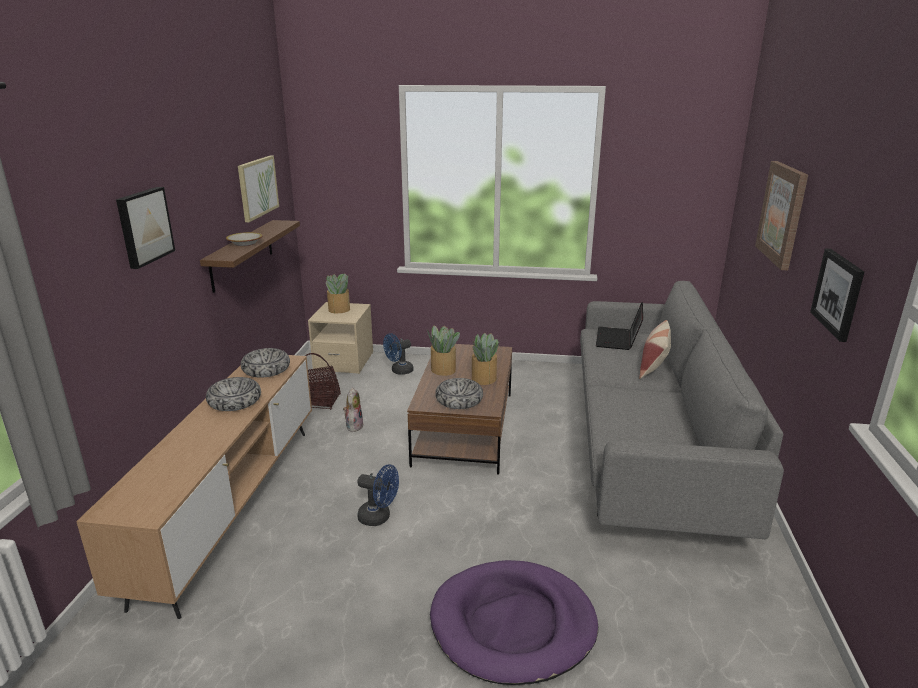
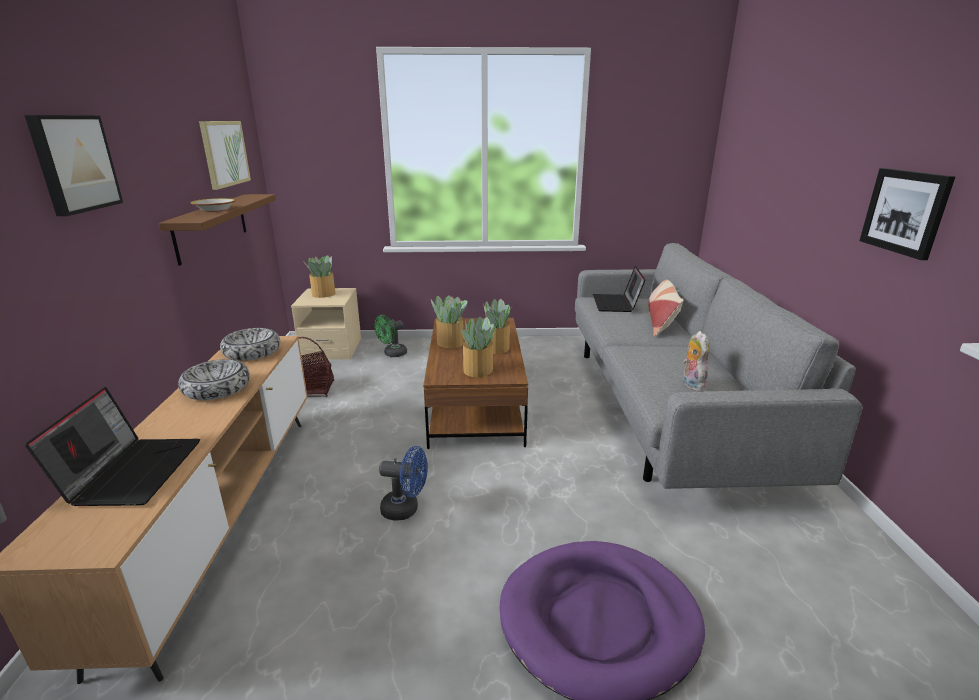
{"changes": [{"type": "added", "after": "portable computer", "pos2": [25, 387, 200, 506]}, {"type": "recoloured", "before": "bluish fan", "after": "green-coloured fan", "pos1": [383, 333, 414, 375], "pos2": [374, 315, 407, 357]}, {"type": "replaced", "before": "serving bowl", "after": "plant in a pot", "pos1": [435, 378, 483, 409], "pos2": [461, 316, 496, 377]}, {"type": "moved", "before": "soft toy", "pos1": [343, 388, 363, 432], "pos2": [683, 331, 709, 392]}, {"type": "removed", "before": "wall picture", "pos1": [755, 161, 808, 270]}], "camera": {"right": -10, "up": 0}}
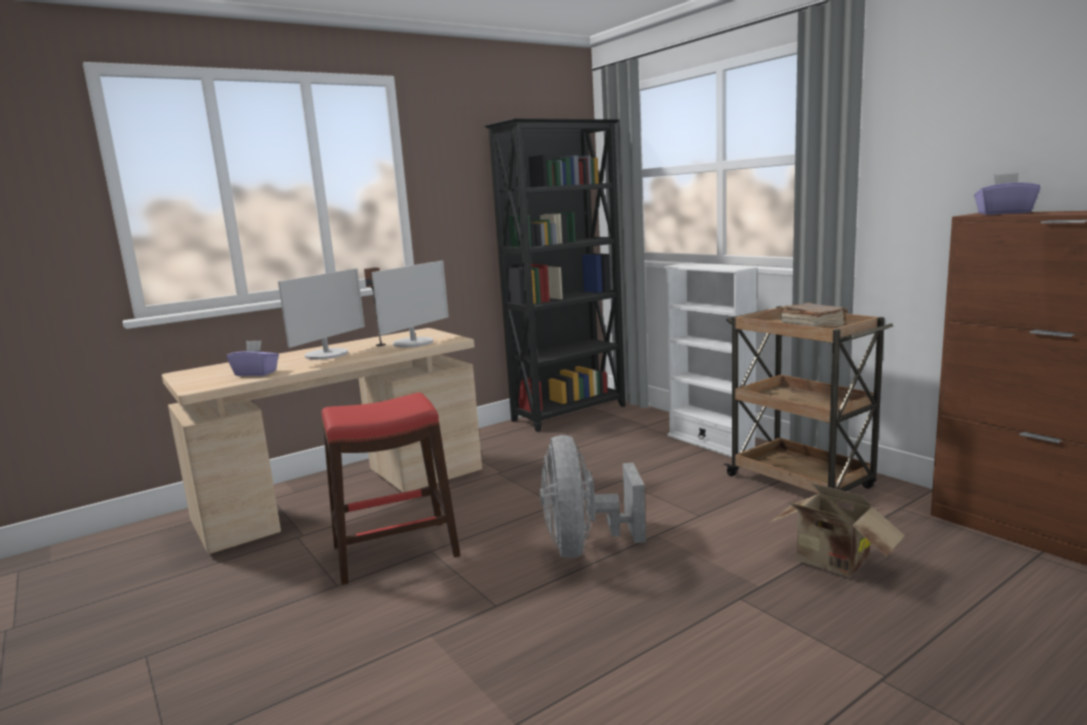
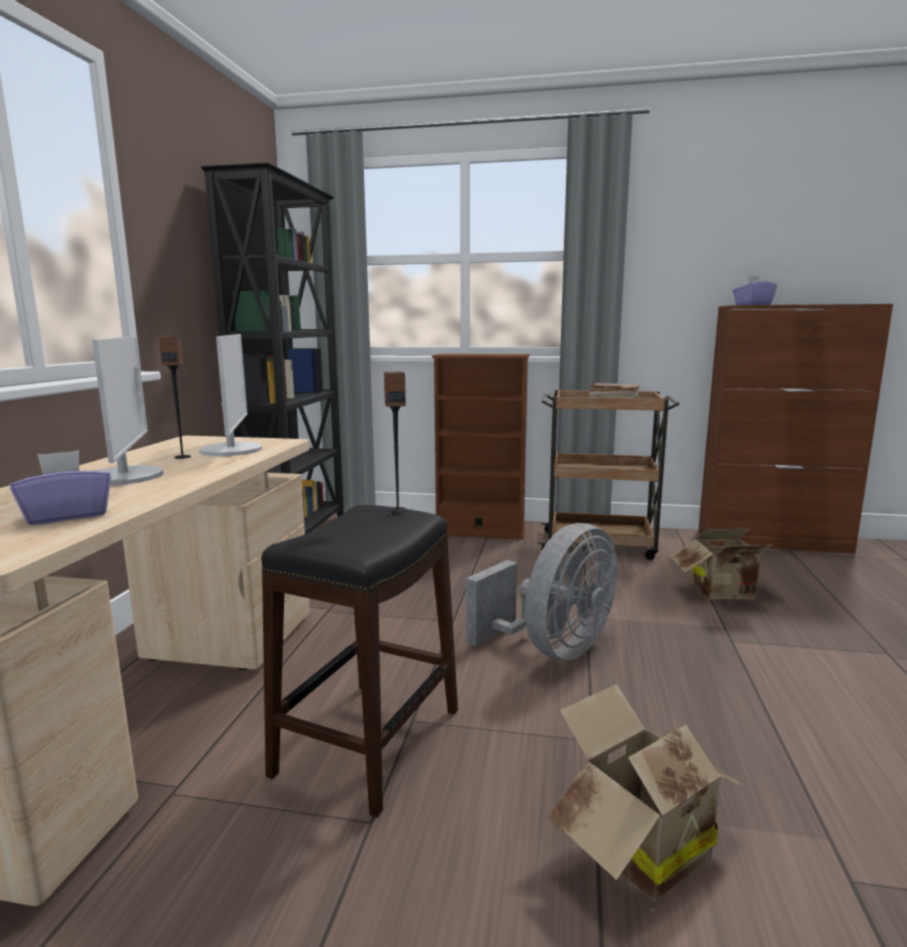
{"changes": [{"type": "recoloured", "before": "red stool seat", "after": "blackish stool seat", "pos1": [321, 393, 460, 585], "pos2": [261, 505, 458, 817]}, {"type": "added", "after": "audio speaker", "pos2": [384, 371, 407, 513]}, {"type": "recoloured", "before": "whitish bookcase", "after": "brown bookcase", "pos1": [664, 263, 758, 457], "pos2": [432, 354, 530, 539]}, {"type": "turned", "before": "grey fan", "pos1": [540, 435, 646, 558], "pos2": [466, 523, 618, 660], "turn": -90}, {"type": "added", "after": "cardboard box", "pos2": [547, 684, 745, 901]}], "camera": {"right": -45, "up": 0}}
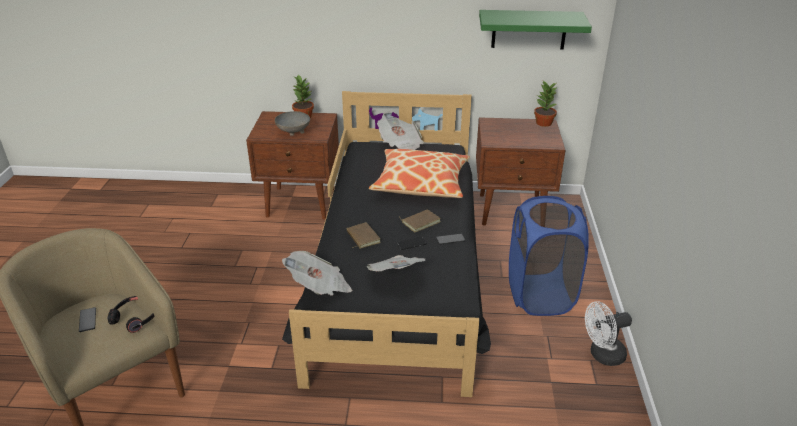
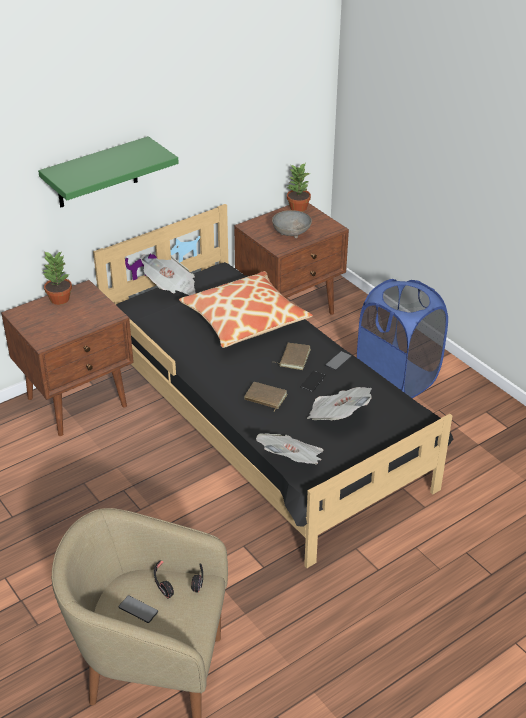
{"changes": [{"type": "moved", "before": "green-coloured bracket shelf", "pos1": [479, 10, 592, 49], "pos2": [38, 136, 179, 207]}, {"type": "moved", "before": "grey serving bowl", "pos1": [275, 111, 310, 136], "pos2": [272, 210, 312, 238]}, {"type": "removed", "before": "whitish fan", "pos1": [585, 301, 632, 366]}], "camera": {"right": -40, "up": 5}}
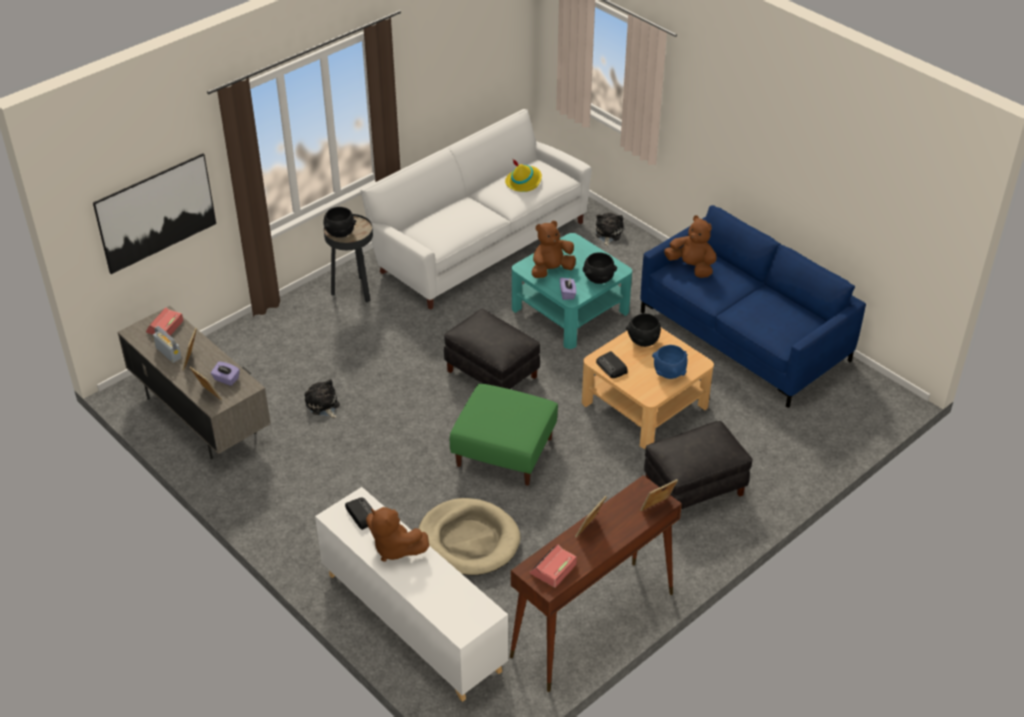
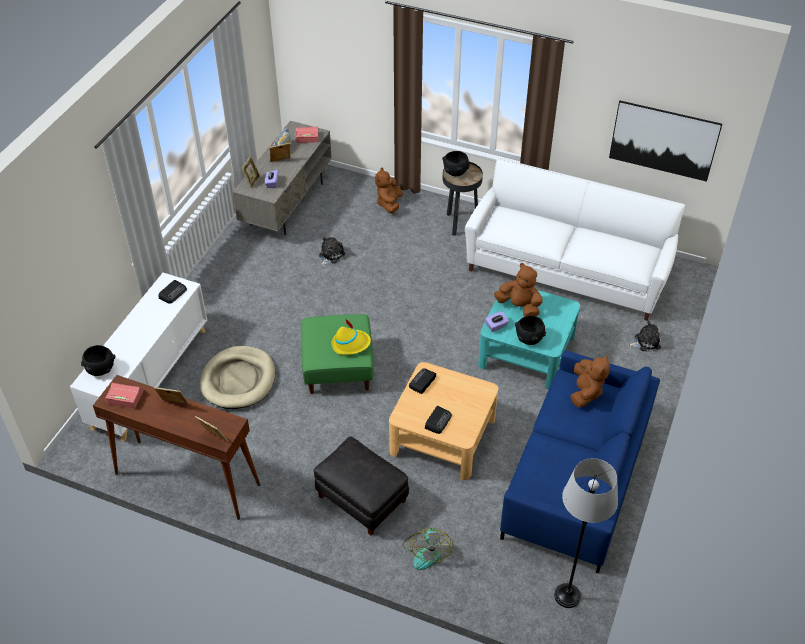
{"changes": [{"type": "moved", "before": "blackish serving bowl", "pos1": [626, 314, 661, 347], "pos2": [81, 345, 116, 376]}, {"type": "moved", "before": "yellow hat", "pos1": [505, 159, 542, 192], "pos2": [331, 318, 371, 355]}, {"type": "moved", "before": "brown soft toy", "pos1": [366, 507, 429, 562], "pos2": [375, 168, 403, 213]}, {"type": "added", "after": "fan", "pos2": [403, 528, 453, 570]}, {"type": "replaced", "before": "bluish serving bowl", "after": "radio", "pos1": [652, 345, 688, 379], "pos2": [425, 406, 452, 434]}, {"type": "added", "after": "grey standard lamp", "pos2": [554, 458, 618, 608]}, {"type": "moved", "before": "wall picture", "pos1": [93, 154, 216, 274], "pos2": [609, 100, 722, 182]}, {"type": "removed", "before": "blackish ottoman", "pos1": [444, 309, 540, 389]}], "camera": {"right": 65, "up": 5}}
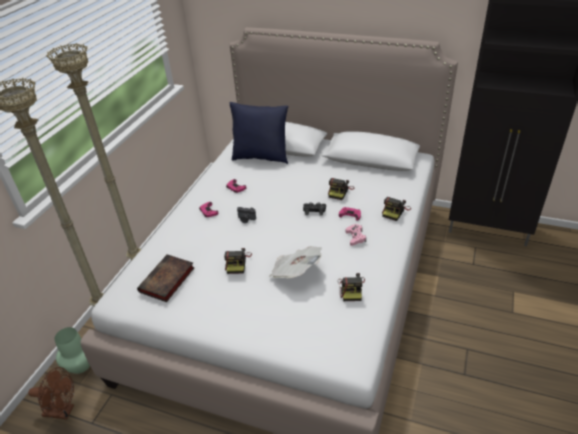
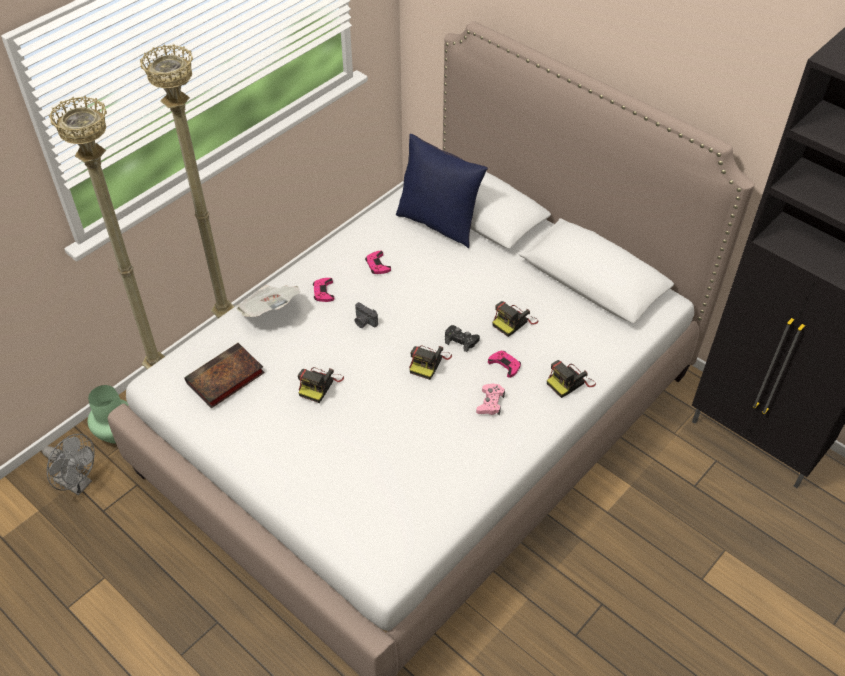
{"changes": [{"type": "recoloured", "before": "brown fan", "after": "grey fan", "pos1": [28, 367, 74, 419], "pos2": [42, 434, 95, 495]}, {"type": "moved", "before": "daily paper", "pos1": [269, 246, 322, 278], "pos2": [236, 285, 301, 317]}, {"type": "moved", "before": "still camera", "pos1": [338, 273, 365, 301], "pos2": [409, 346, 452, 380]}], "camera": {"right": 20, "up": 10}}
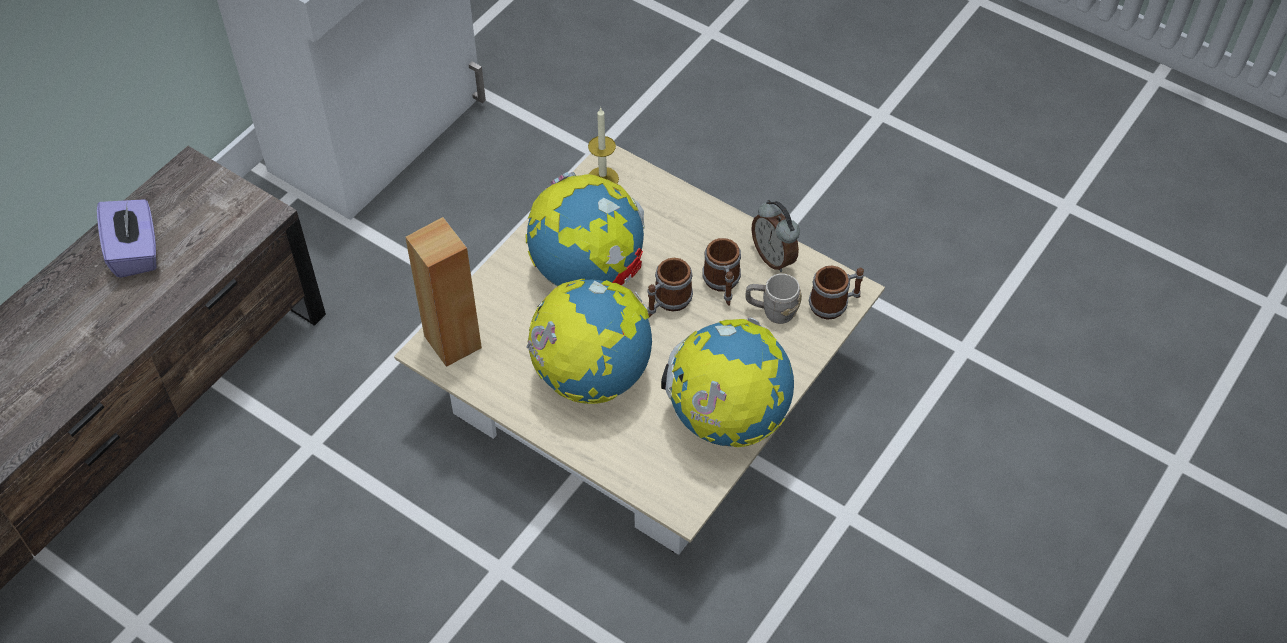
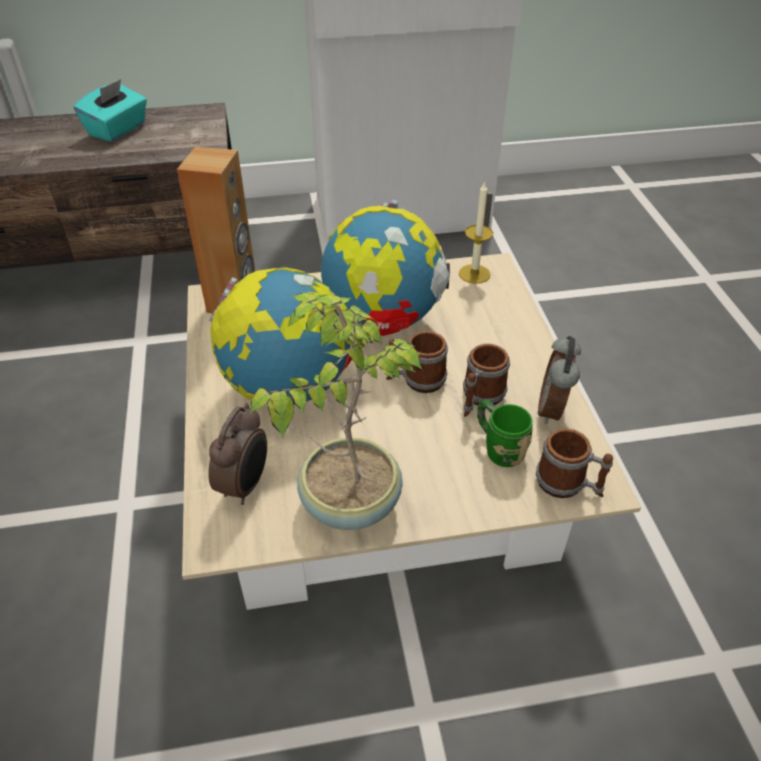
{"changes": [{"type": "recoloured", "before": "purple-coloured tissue box", "after": "turquoise tissue box", "pos1": [97, 199, 157, 278], "pos2": [74, 79, 147, 142]}, {"type": "added", "after": "table clock", "pos2": [208, 403, 267, 505]}, {"type": "replaced", "before": "globe", "after": "plant in a pot", "pos1": [661, 317, 794, 447], "pos2": [250, 293, 423, 530]}, {"type": "recoloured", "before": "grey coffee mug", "after": "green-coloured coffee mug", "pos1": [745, 274, 802, 324], "pos2": [477, 400, 533, 467]}], "camera": {"right": 45, "up": -10}}
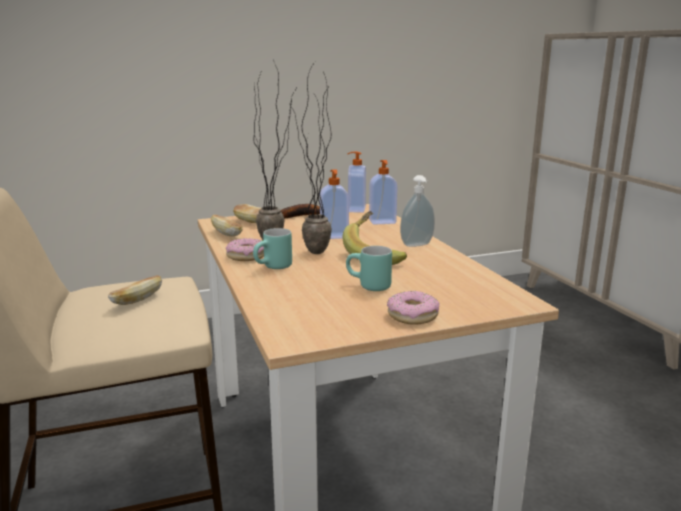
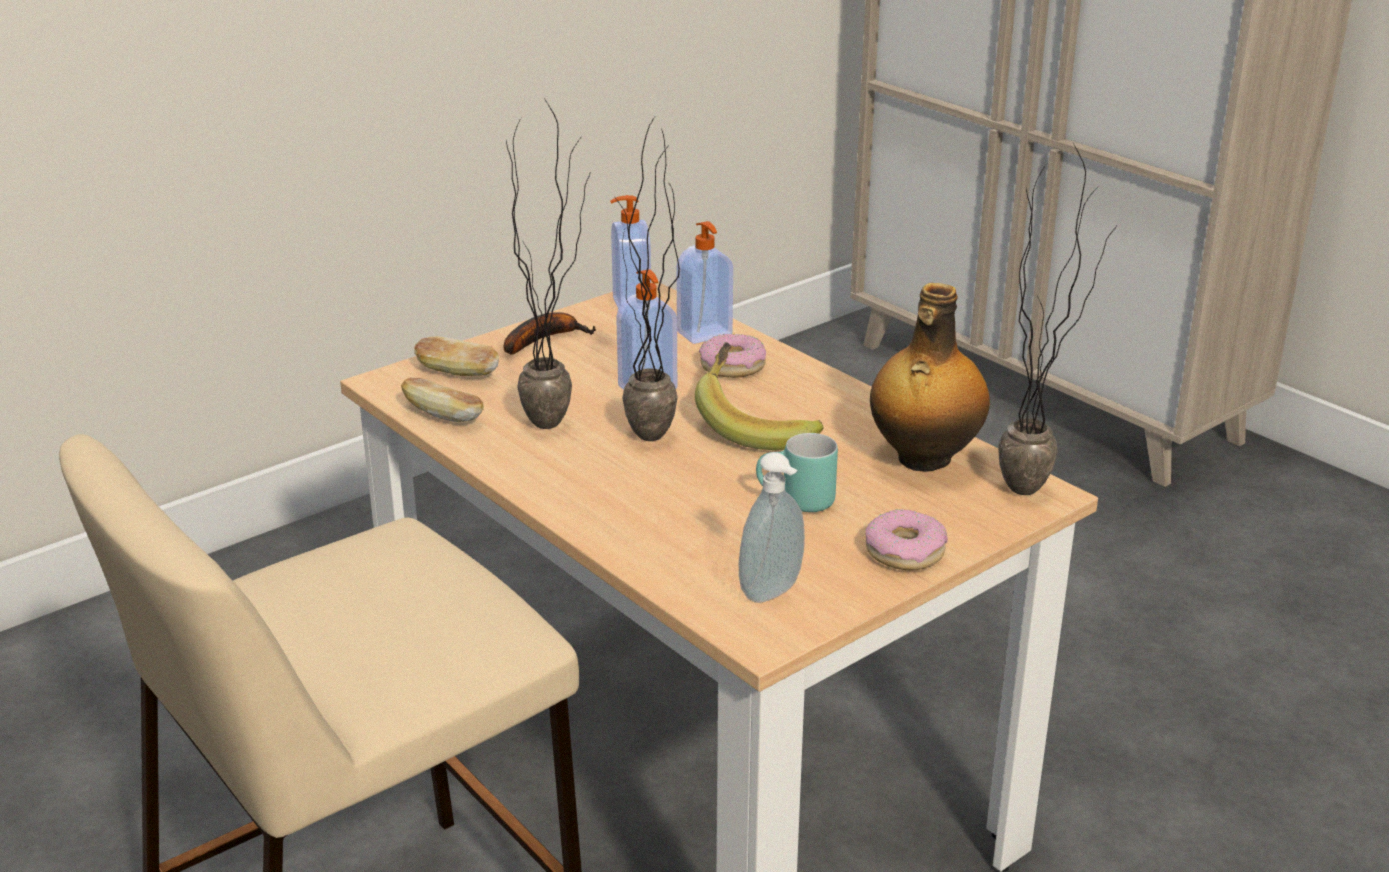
{"changes": [{"type": "moved", "before": "donut", "pos1": [226, 238, 264, 261], "pos2": [699, 334, 766, 378]}, {"type": "moved", "before": "soap dispenser", "pos1": [400, 175, 435, 247], "pos2": [739, 452, 805, 603]}, {"type": "added", "after": "drink bottle", "pos2": [870, 283, 990, 472]}, {"type": "added", "after": "plant in a pot", "pos2": [998, 143, 1118, 495]}, {"type": "removed", "before": "bread", "pos1": [108, 275, 162, 305]}, {"type": "removed", "before": "turquoise coffee mug", "pos1": [253, 228, 292, 269]}], "camera": {"right": -20, "up": 10}}
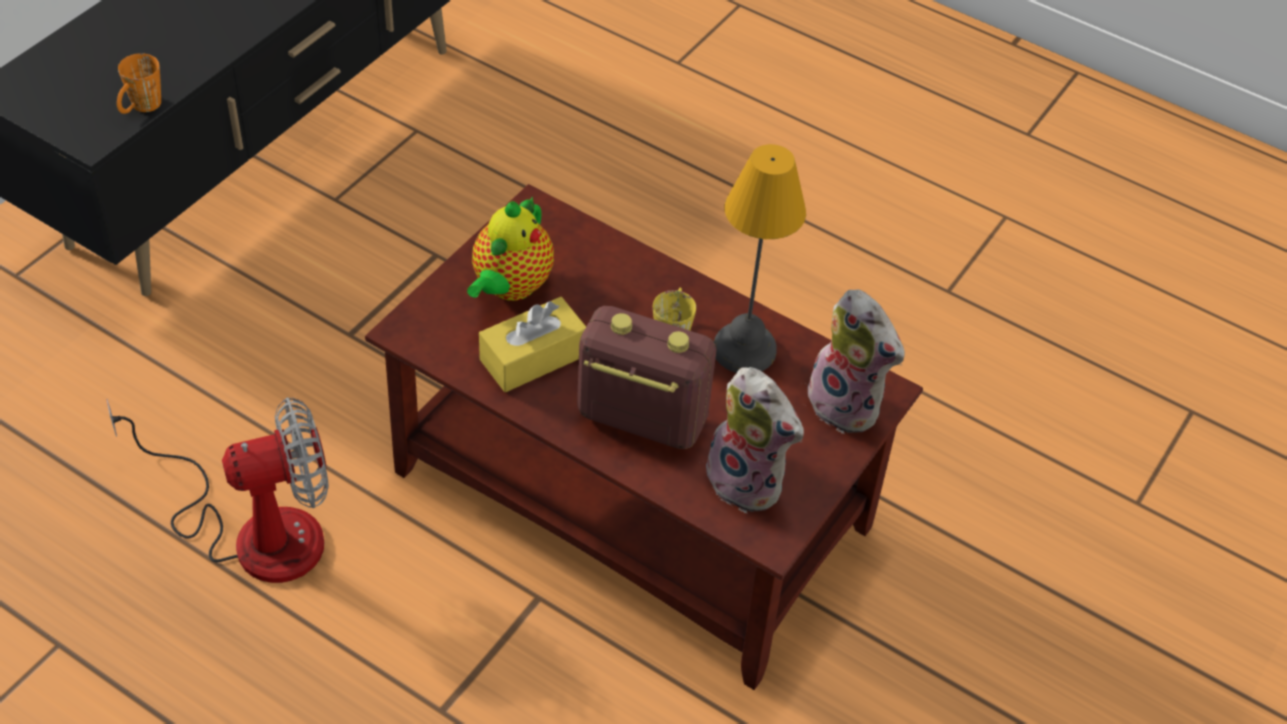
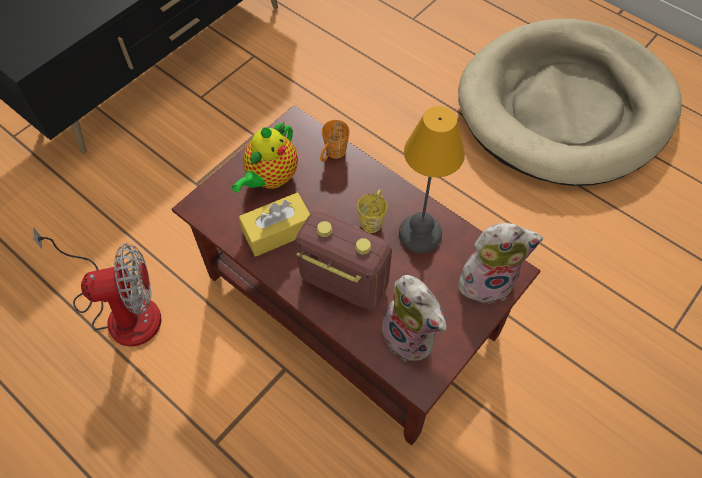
{"changes": [{"type": "moved", "before": "orange-coloured coffee mug", "pos1": [117, 53, 161, 114], "pos2": [320, 120, 350, 162]}, {"type": "added", "after": "sand-coloured dog cushion", "pos2": [458, 19, 682, 186]}, {"type": "turned", "before": "soft toy", "pos1": [808, 290, 905, 434], "pos2": [458, 223, 543, 305], "turn": -60}], "camera": {"right": 10, "up": 10}}
